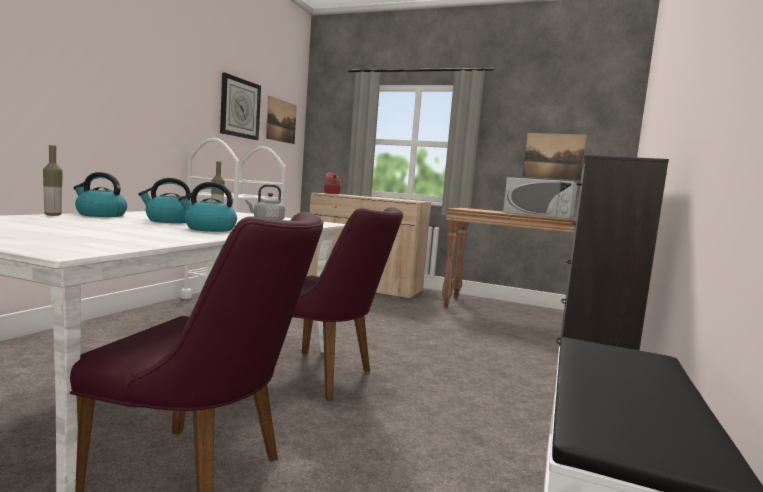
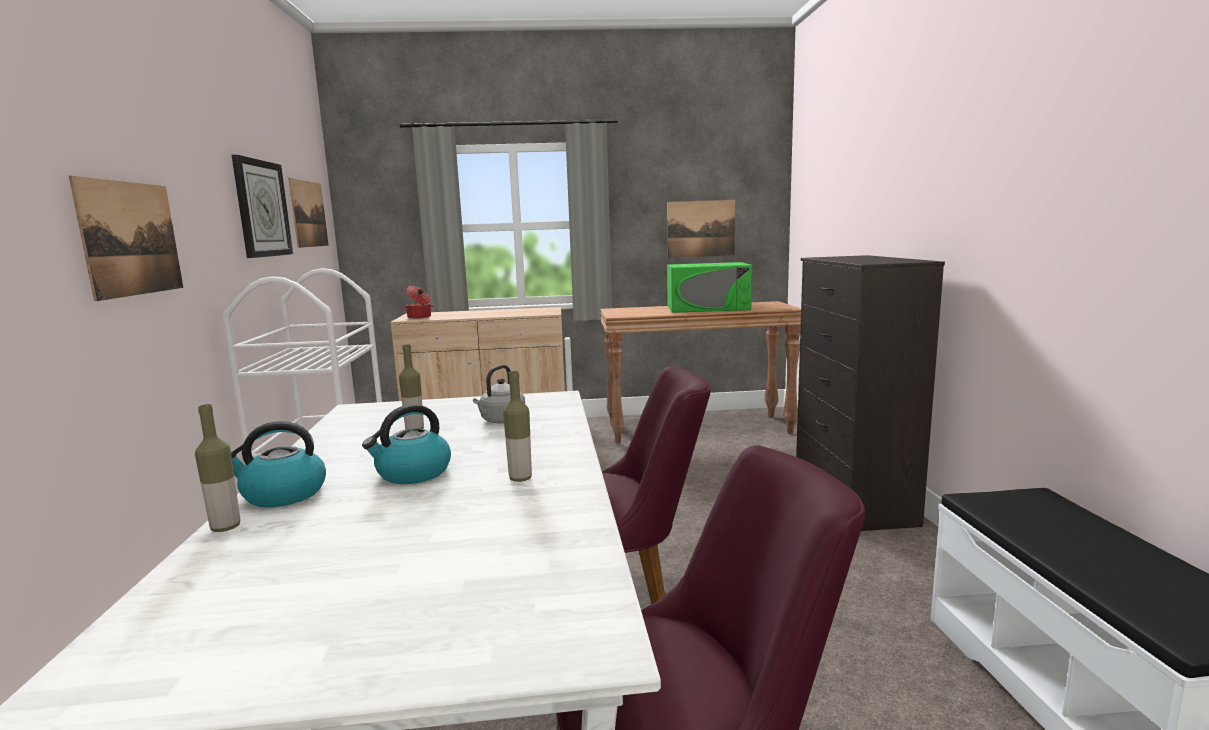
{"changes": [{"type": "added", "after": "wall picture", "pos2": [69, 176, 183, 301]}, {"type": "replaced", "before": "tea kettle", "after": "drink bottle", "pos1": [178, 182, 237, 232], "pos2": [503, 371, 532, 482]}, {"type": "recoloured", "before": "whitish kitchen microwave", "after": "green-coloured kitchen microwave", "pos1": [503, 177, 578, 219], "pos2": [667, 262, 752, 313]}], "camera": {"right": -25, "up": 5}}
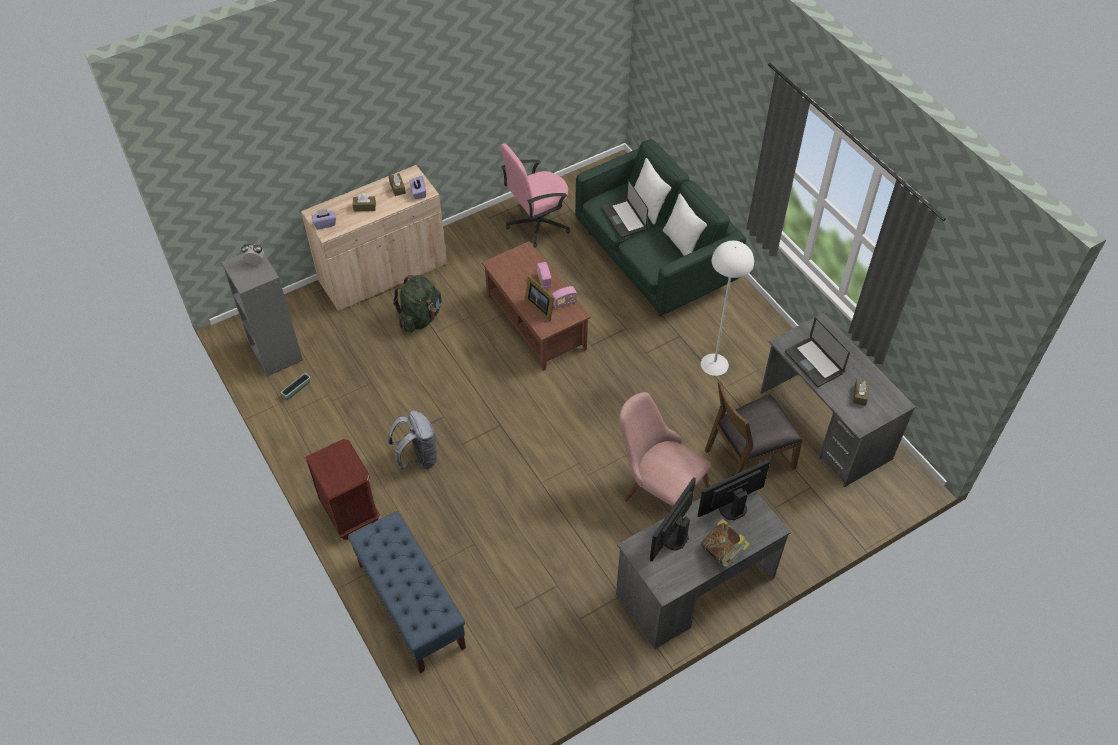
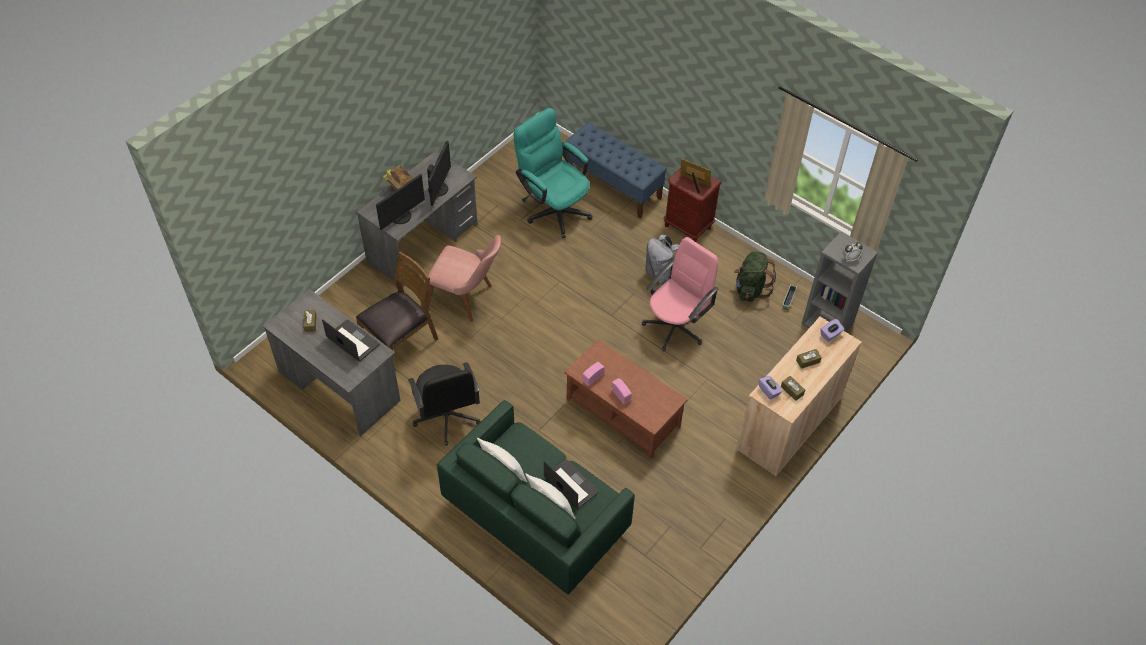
{"changes": [{"type": "replaced", "before": "whitish standard lamp", "after": "blackish office chair", "pos1": [701, 241, 754, 376], "pos2": [408, 362, 481, 445]}, {"type": "added", "after": "turquoise office chair", "pos2": [514, 108, 593, 238]}, {"type": "moved", "before": "pink-coloured office chair", "pos1": [501, 143, 570, 248], "pos2": [642, 237, 719, 351]}, {"type": "moved", "before": "standing frame", "pos1": [525, 276, 555, 321], "pos2": [681, 158, 711, 194]}, {"type": "moved", "before": "green-coloured backpack", "pos1": [393, 275, 442, 333], "pos2": [734, 251, 776, 302]}], "camera": {"right": 160, "up": 0}}
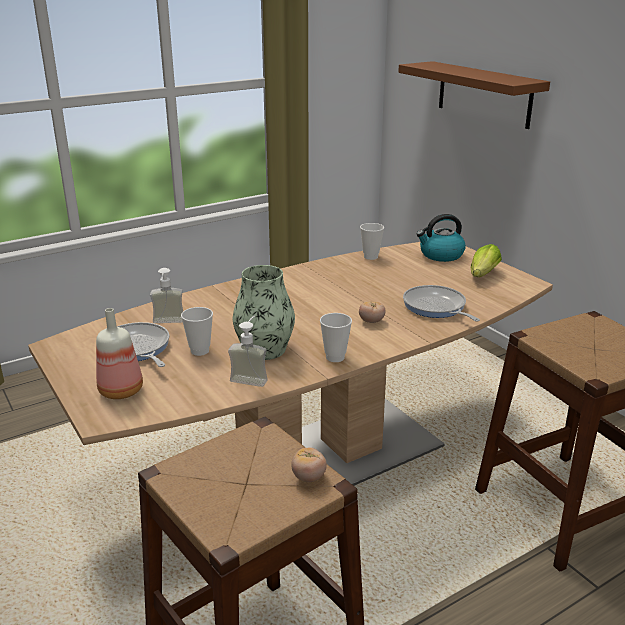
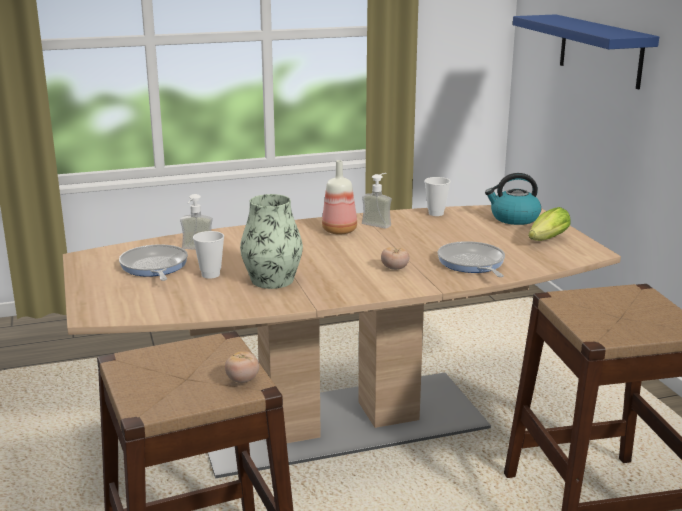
{"changes": [{"type": "moved", "before": "drink bottle", "pos1": [96, 308, 143, 399], "pos2": [322, 160, 357, 235]}, {"type": "moved", "before": "soap dispenser", "pos1": [228, 316, 268, 387], "pos2": [362, 173, 392, 229]}, {"type": "recoloured", "before": "brown bracket shelf", "after": "bluish bracket shelf", "pos1": [398, 61, 550, 129], "pos2": [513, 14, 659, 89]}, {"type": "removed", "before": "cup", "pos1": [320, 313, 352, 362]}], "camera": {"right": 15, "up": -5}}
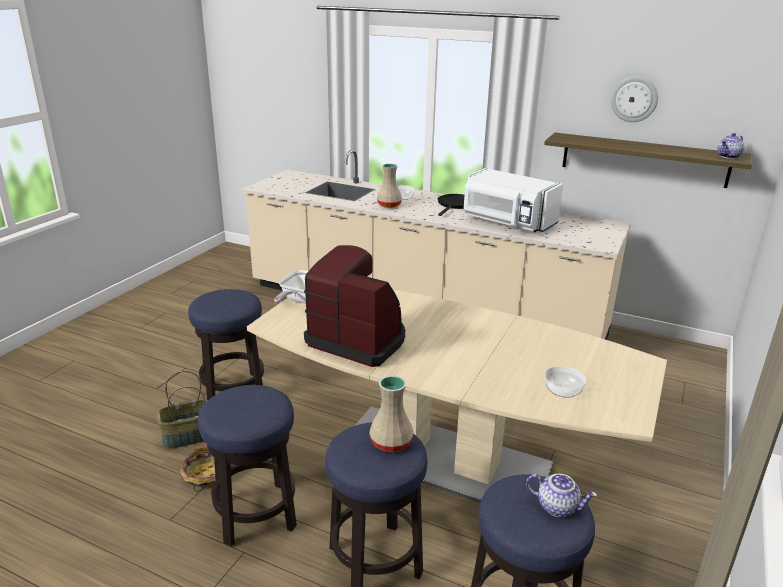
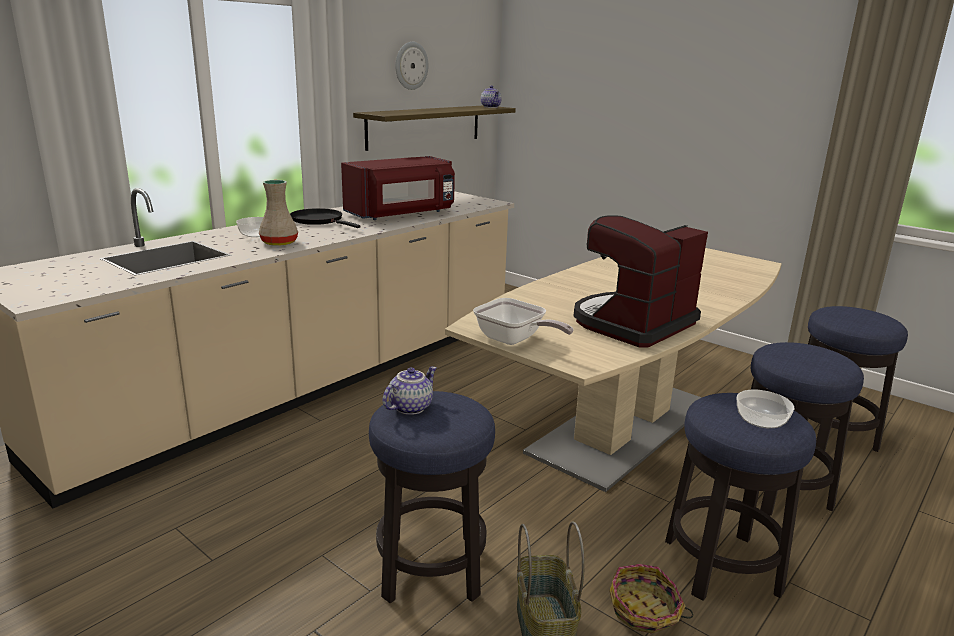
{"changes": [{"type": "recoloured", "before": "whitish kitchen microwave", "after": "red kitchen microwave", "pos1": [464, 168, 563, 232], "pos2": [341, 156, 455, 220]}, {"type": "moved", "before": "teapot", "pos1": [526, 474, 597, 517], "pos2": [382, 367, 437, 415]}, {"type": "moved", "before": "serving bowl", "pos1": [544, 366, 586, 398], "pos2": [737, 390, 794, 428]}, {"type": "removed", "before": "sand-coloured decorative vase", "pos1": [369, 375, 414, 452]}], "camera": {"right": -75, "up": -5}}
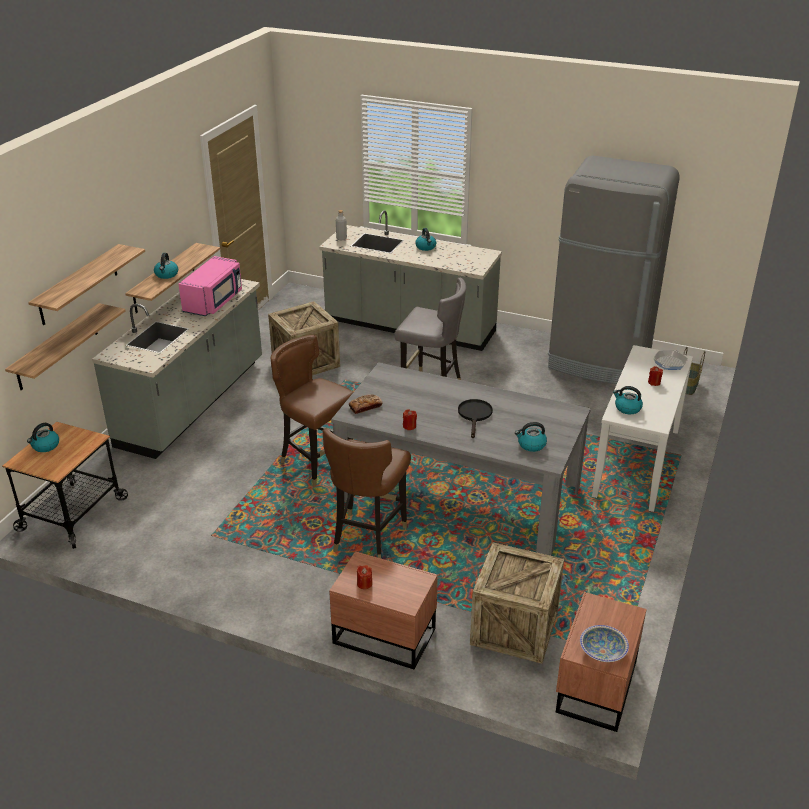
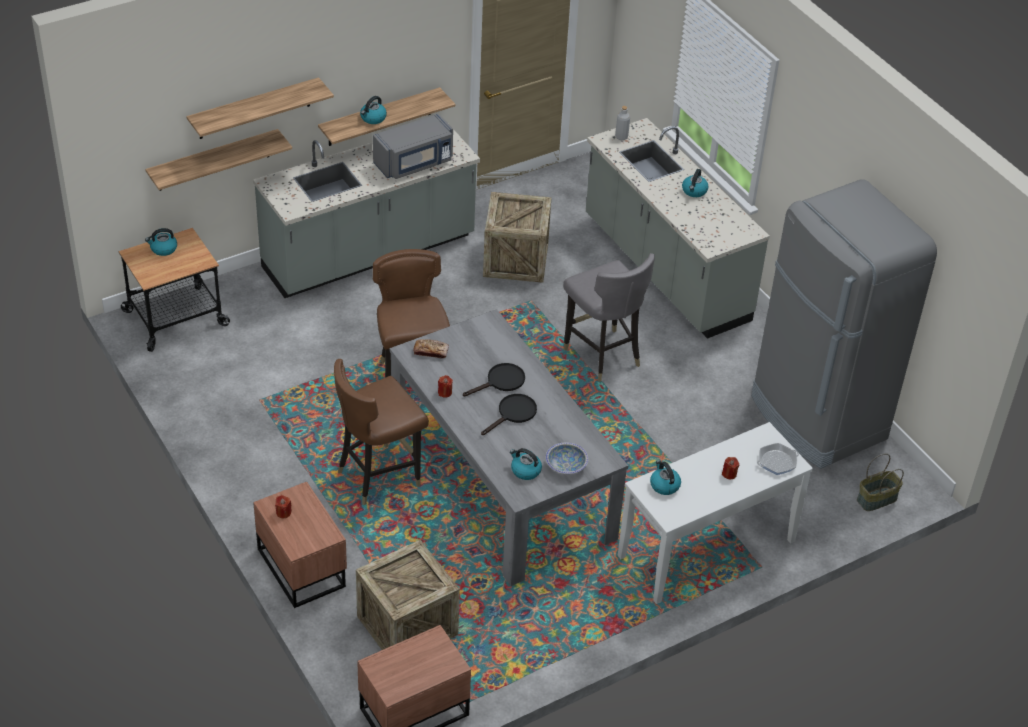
{"changes": [{"type": "recoloured", "before": "pink-coloured kitchen microwave", "after": "grey kitchen microwave", "pos1": [178, 256, 242, 316], "pos2": [373, 113, 453, 179]}, {"type": "added", "after": "blackish skillet", "pos2": [463, 363, 525, 396]}, {"type": "moved", "before": "serving bowl", "pos1": [580, 625, 629, 662], "pos2": [546, 442, 588, 474]}], "camera": {"right": 35, "up": 10}}
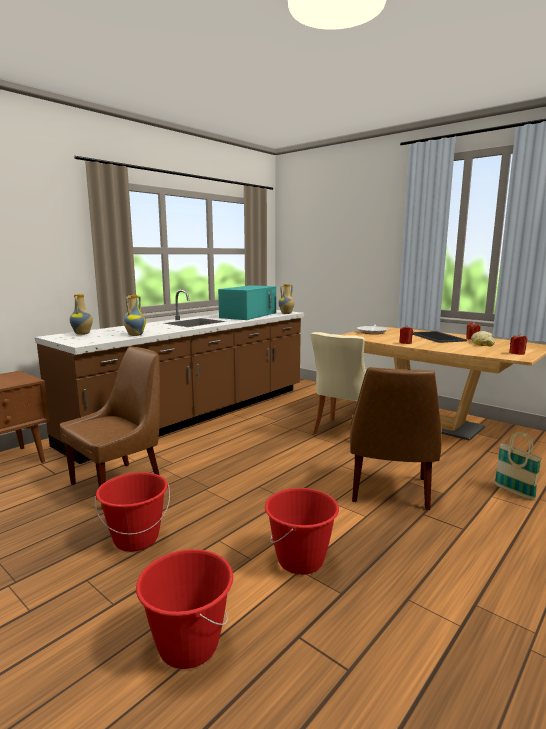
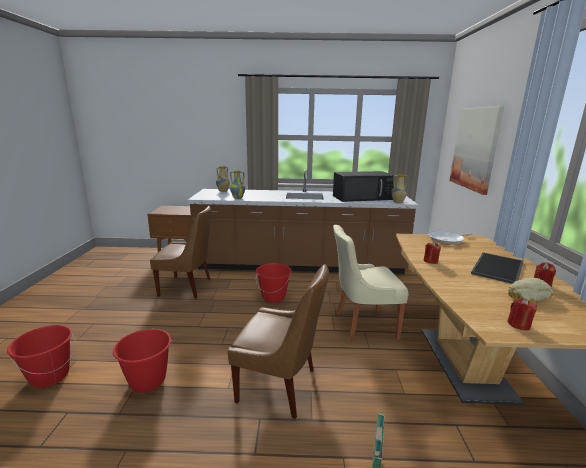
{"changes": [{"type": "turned", "before": "brown chair", "pos1": [350, 367, 442, 510], "pos2": [228, 264, 329, 419], "turn": -135}, {"type": "moved", "before": "red water bucket", "pos1": [94, 472, 170, 552], "pos2": [256, 263, 292, 303]}, {"type": "recoloured", "before": "turquoise kitchen microwave", "after": "blackish kitchen microwave", "pos1": [218, 285, 276, 320], "pos2": [333, 171, 394, 202]}, {"type": "added", "after": "wall picture", "pos2": [449, 106, 504, 195]}], "camera": {"right": 50, "up": 5}}
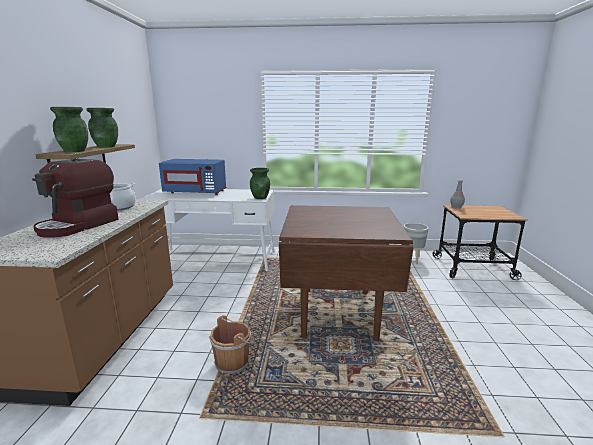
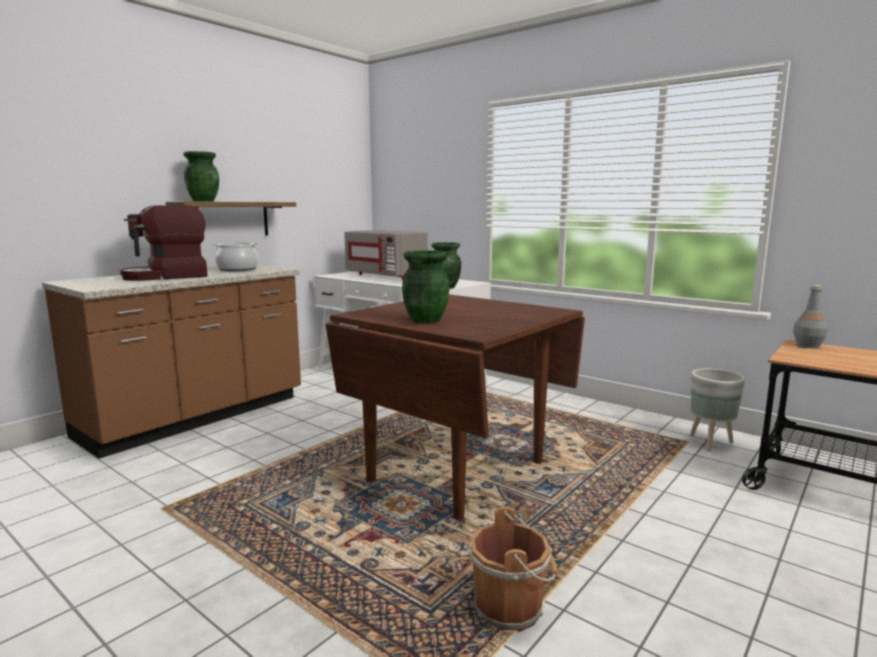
{"changes": [{"type": "recoloured", "before": "bluish kitchen microwave", "after": "grey kitchen microwave", "pos1": [159, 159, 227, 195], "pos2": [344, 230, 428, 280]}, {"type": "moved", "before": "green-coloured decorative vase", "pos1": [86, 108, 118, 148], "pos2": [402, 250, 450, 323]}, {"type": "moved", "before": "brown water bucket", "pos1": [209, 315, 255, 374], "pos2": [469, 506, 557, 632]}], "camera": {"right": 35, "up": -5}}
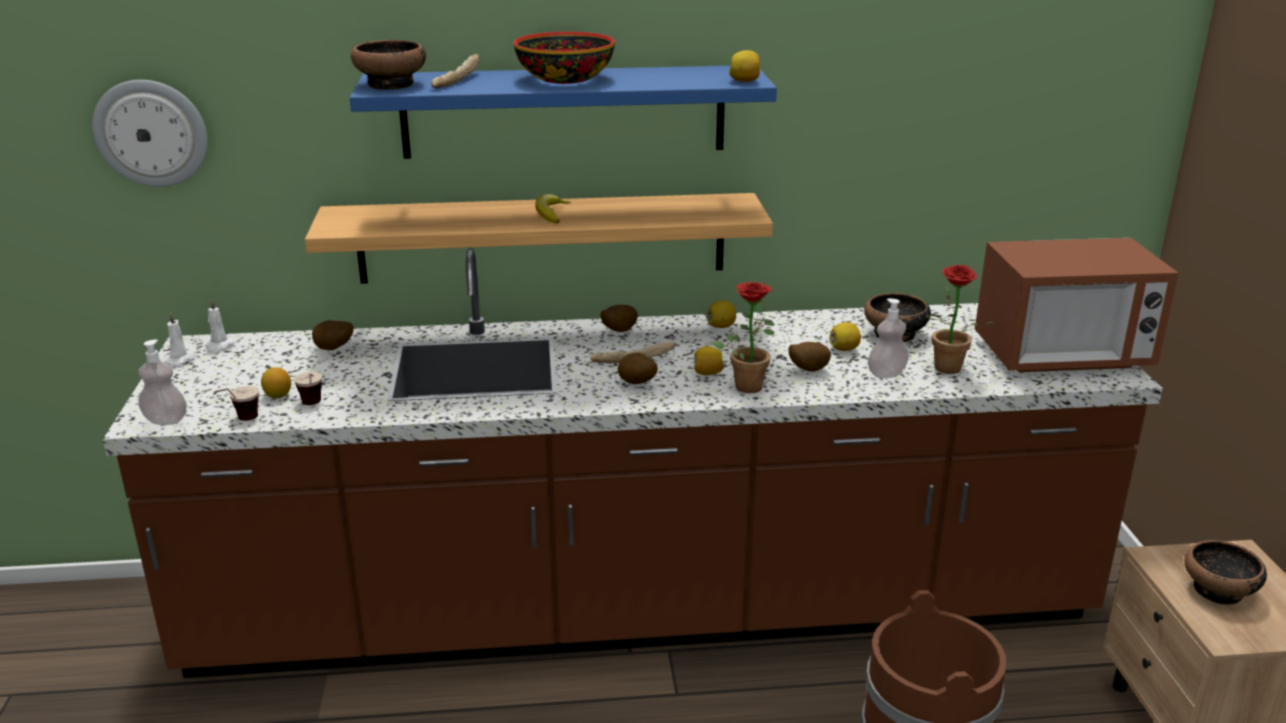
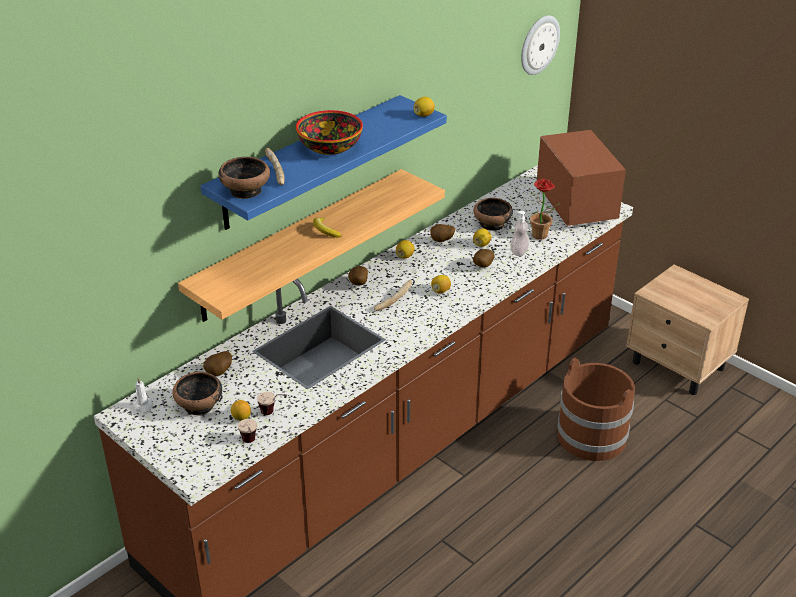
{"changes": [{"type": "moved", "before": "serving bowl", "pos1": [1185, 540, 1267, 605], "pos2": [172, 372, 222, 415]}, {"type": "moved", "before": "potato", "pos1": [618, 353, 658, 384], "pos2": [430, 224, 455, 242]}, {"type": "moved", "before": "clock on the wall", "pos1": [92, 80, 208, 187], "pos2": [521, 16, 560, 75]}, {"type": "turned", "before": "kitchen microwave", "pos1": [975, 238, 1179, 372], "pos2": [537, 130, 626, 226], "turn": -60}, {"type": "removed", "before": "soap dispenser", "pos1": [138, 339, 187, 425]}, {"type": "removed", "before": "whitish wax candle", "pos1": [164, 313, 197, 366]}, {"type": "removed", "before": "plant in a pot", "pos1": [712, 282, 775, 393]}], "camera": {"right": -40, "up": 10}}
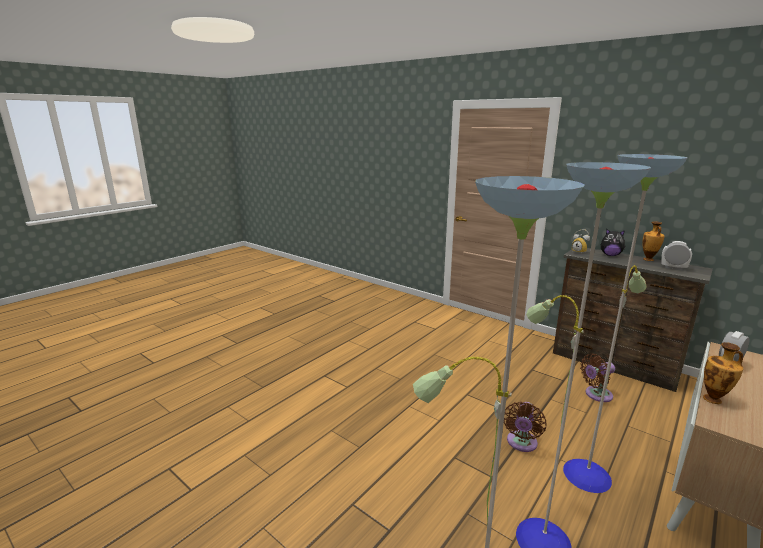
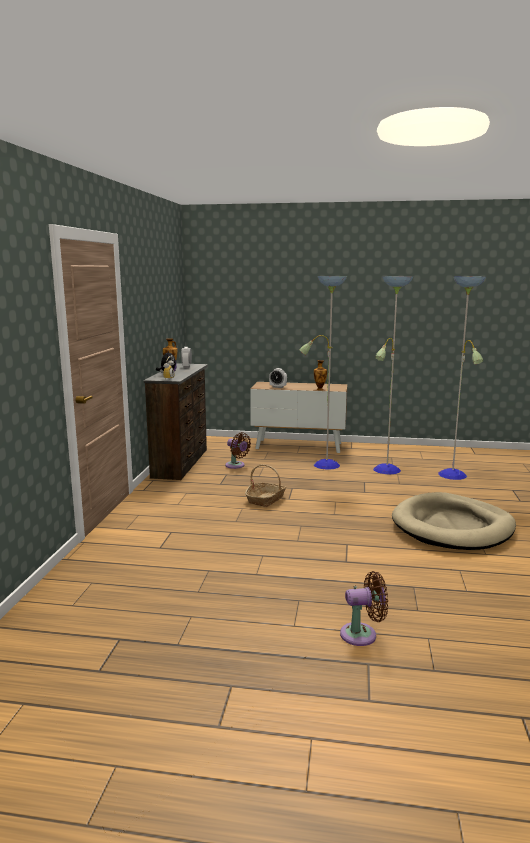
{"changes": [{"type": "added", "after": "storage basket", "pos2": [245, 465, 286, 507]}, {"type": "moved", "before": "brown fan", "pos1": [504, 401, 547, 452], "pos2": [340, 571, 388, 646]}, {"type": "added", "after": "sand-coloured dog cushion", "pos2": [392, 492, 516, 550]}], "camera": {"right": -120, "up": -5}}
